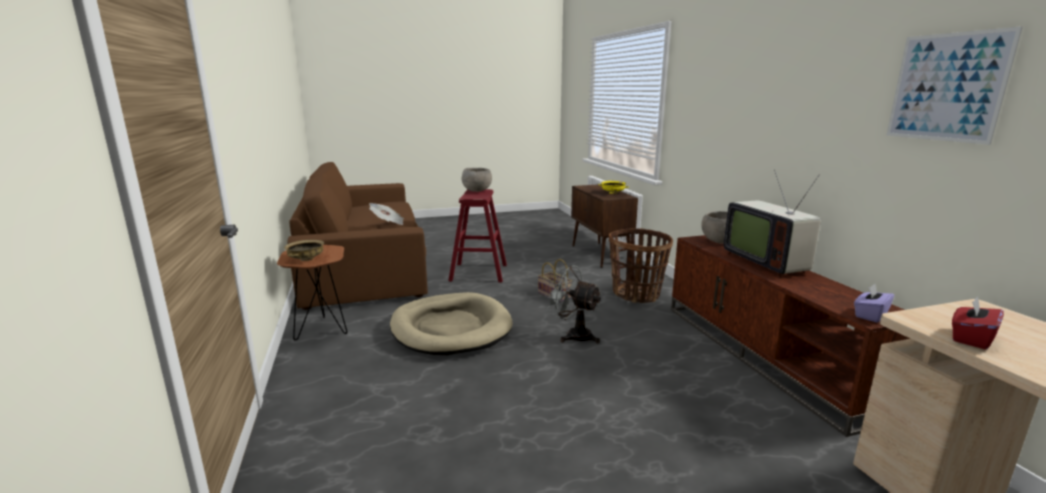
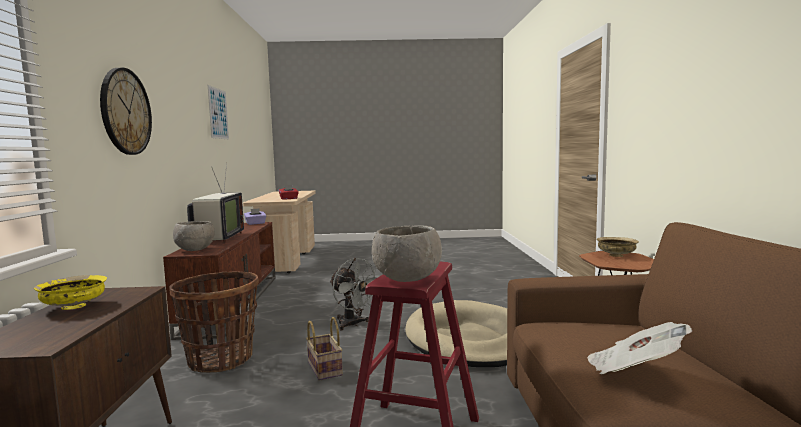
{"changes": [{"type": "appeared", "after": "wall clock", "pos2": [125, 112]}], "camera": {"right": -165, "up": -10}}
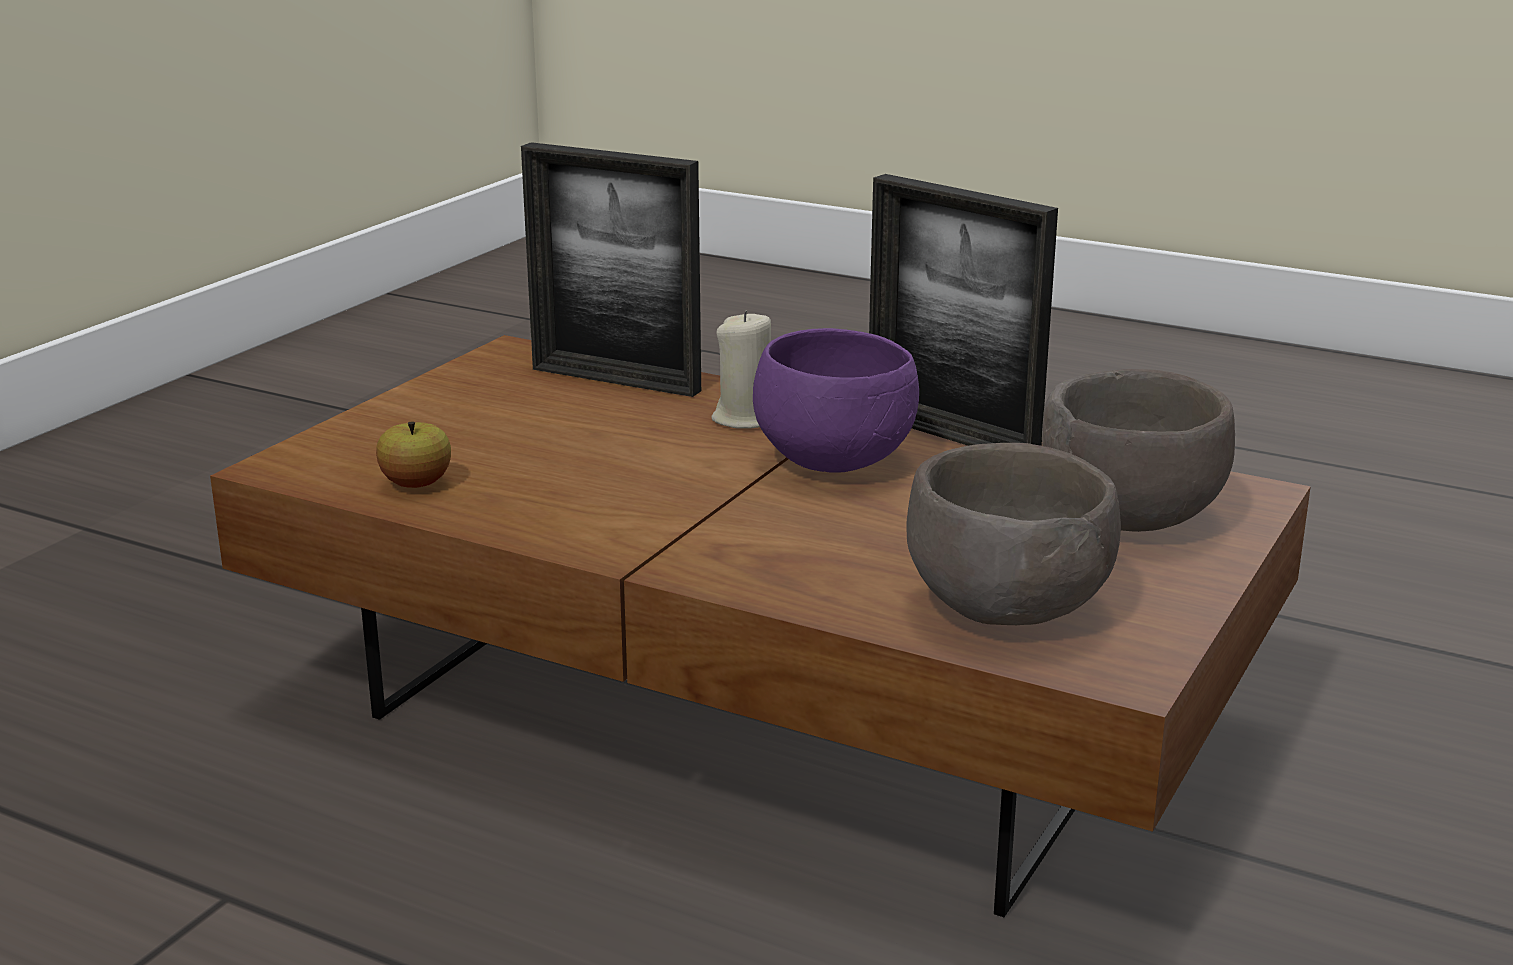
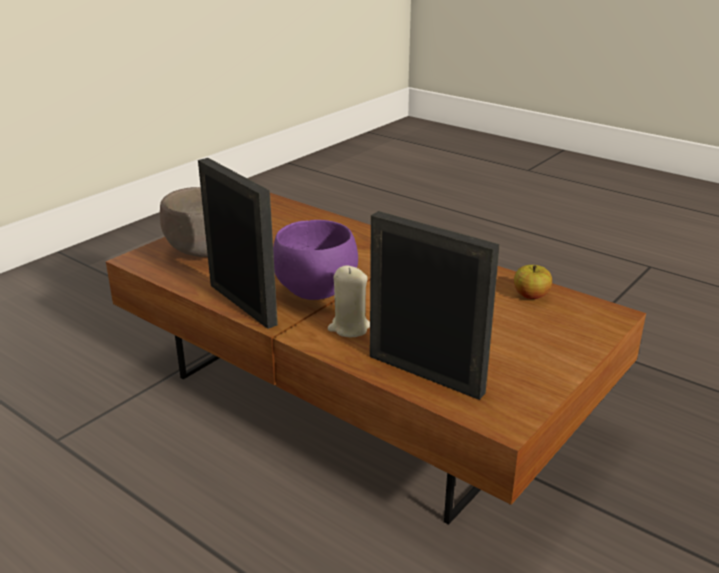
{"changes": [{"type": "missing", "before": "brown bowl", "pos1": [1005, 610]}], "camera": {"right": -170, "up": 5}}
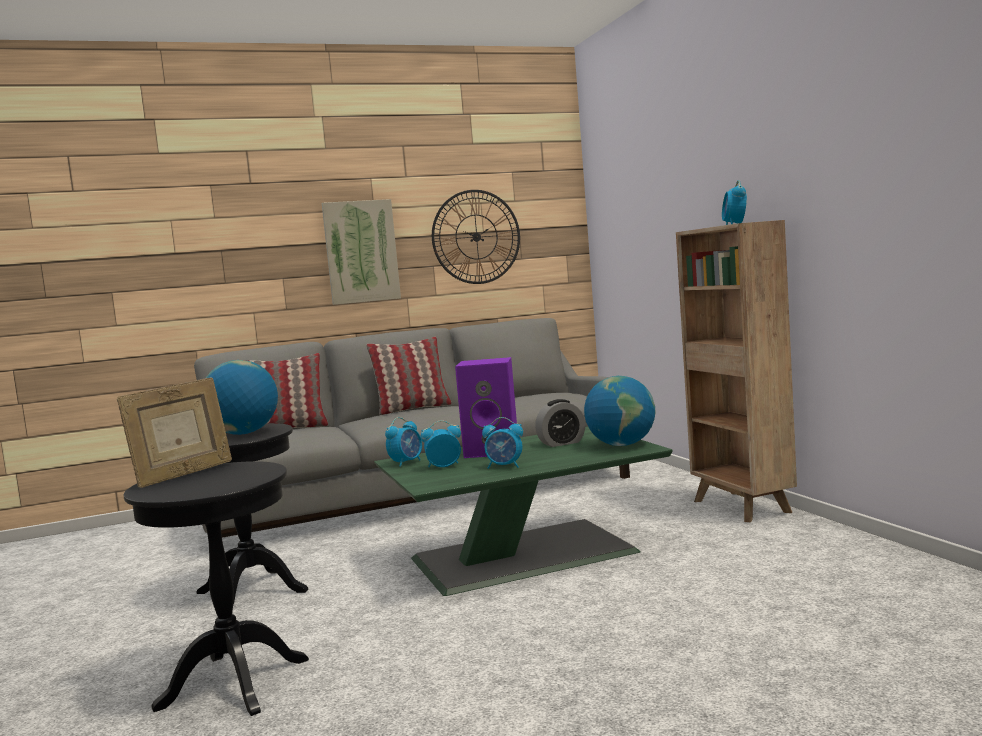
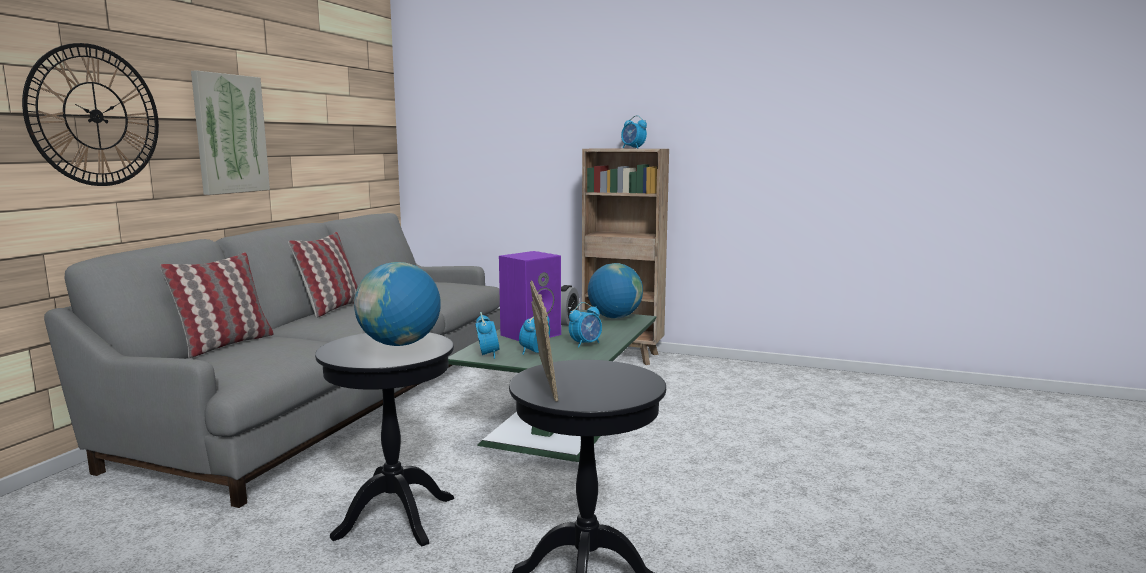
{"changes": [{"type": "relocated", "before": "wall clock", "pos1": [476, 237], "pos2": [96, 116]}], "camera": {"right": -50, "up": 5}}
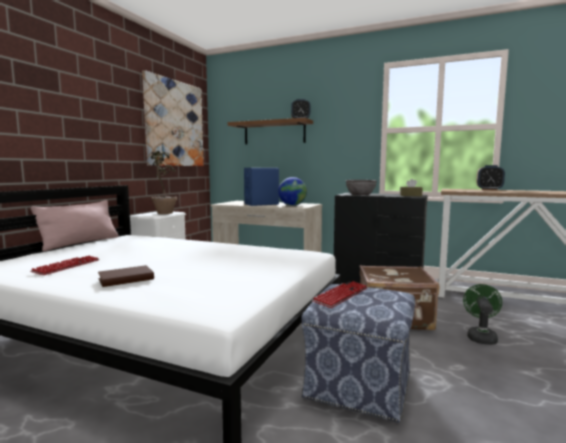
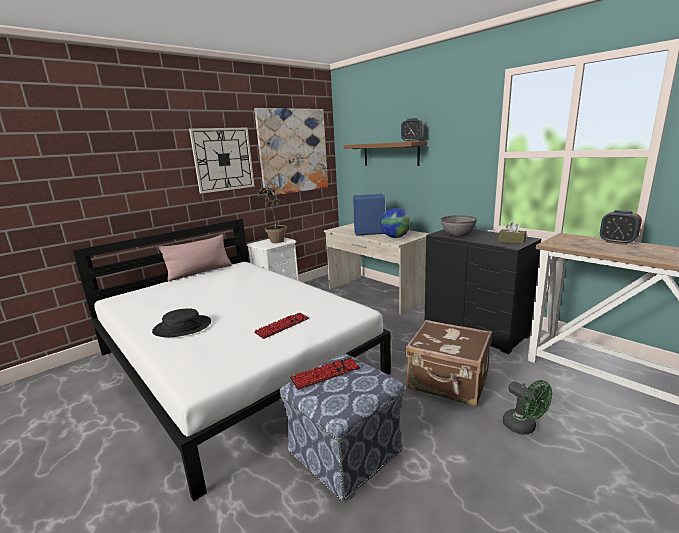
{"changes": [{"type": "exchanged", "before": "brown book", "after": "black hat", "pos1": [126, 279], "pos2": [182, 327]}, {"type": "appeared", "after": "wall clock", "pos2": [223, 159]}, {"type": "relocated", "before": "keyboard", "pos1": [67, 266], "pos2": [282, 326]}, {"type": "spun", "before": "green fan", "pos1": [481, 337], "pos2": [524, 427], "turn": 105}], "camera": {"right": 25, "up": 10}}
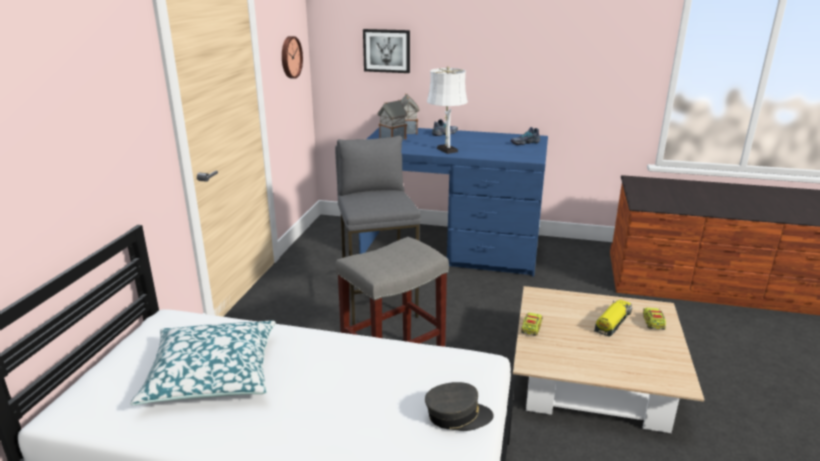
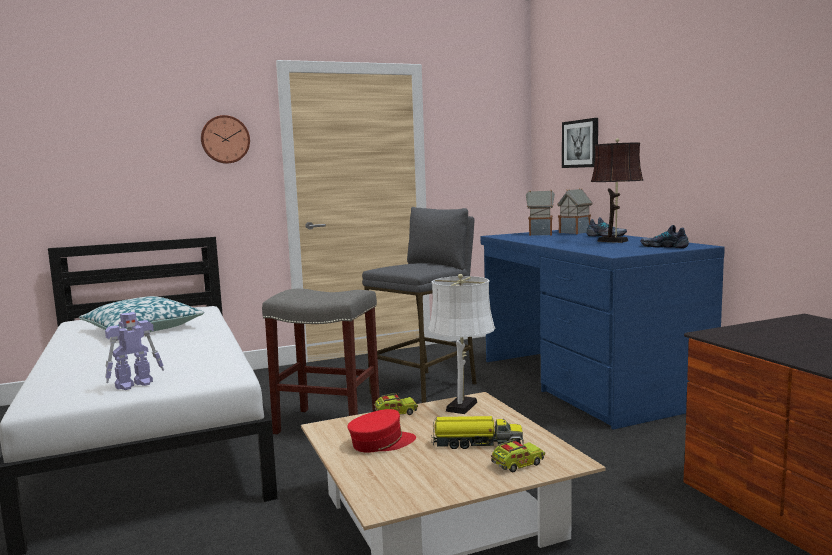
{"changes": [{"type": "exchanged", "before": "grey cap", "after": "toy robot", "pos1": [457, 416], "pos2": [135, 384]}, {"type": "relocated", "before": "wall clock", "pos1": [290, 57], "pos2": [225, 139]}, {"type": "appeared", "after": "red cap", "pos2": [381, 443]}, {"type": "relocated", "before": "white table lamp", "pos1": [446, 149], "pos2": [463, 405]}, {"type": "appeared", "after": "brown table lamp", "pos2": [615, 241]}], "camera": {"right": 55, "up": -15}}
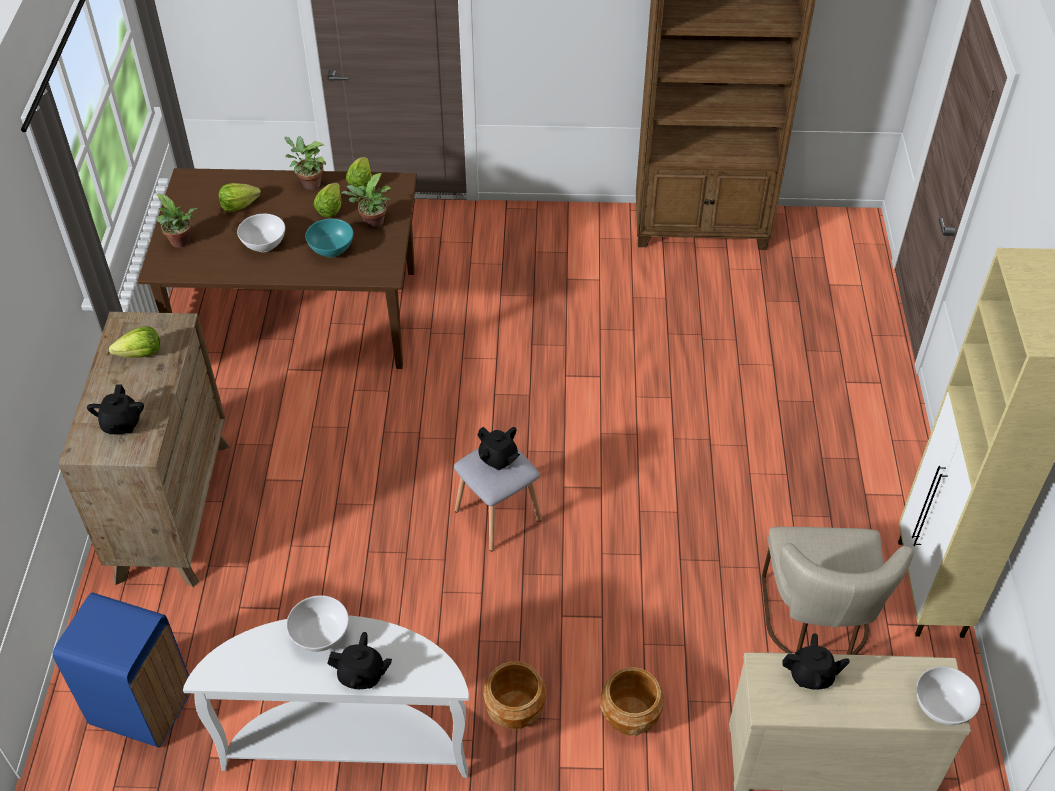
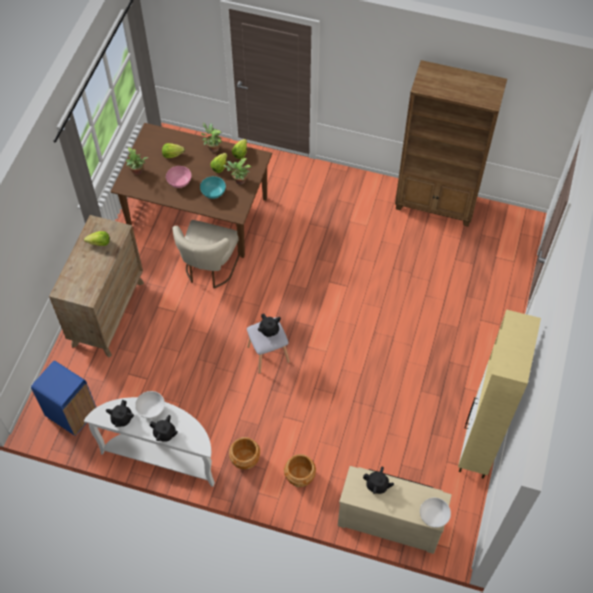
{"changes": [{"type": "relocated", "before": "black teapot", "pos1": [121, 424], "pos2": [121, 419]}, {"type": "colour", "before": "white bowl", "after": "pink bowl", "pos1": [264, 245], "pos2": [179, 182]}, {"type": "relocated", "before": "beige chair", "pos1": [816, 624], "pos2": [209, 269]}], "camera": {"right": 15, "up": 10}}
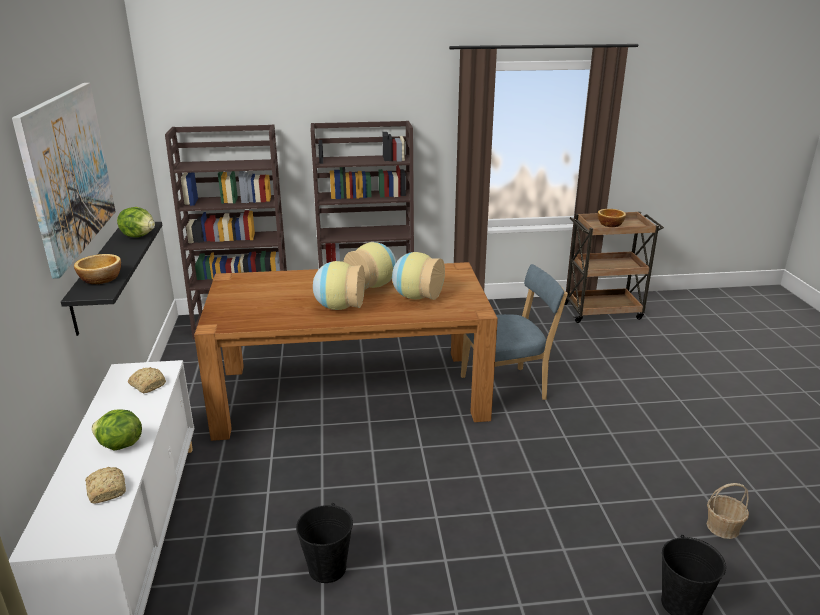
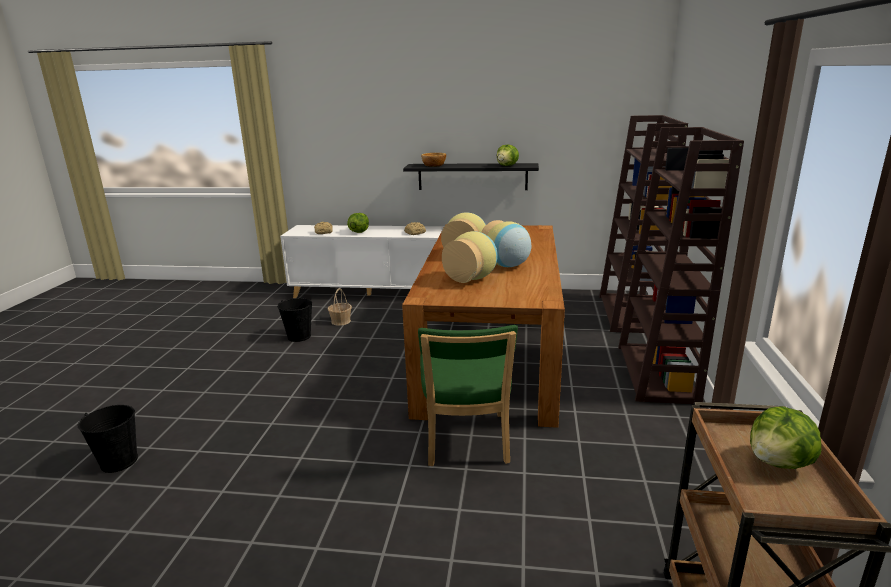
{"changes": [{"type": "relocated", "before": "basket", "pos1": [723, 527], "pos2": [340, 321]}, {"type": "colour", "before": "blue chair", "after": "green chair", "pos1": [507, 388], "pos2": [466, 443]}, {"type": "exchanged", "before": "bowl", "after": "lettuce", "pos1": [610, 224], "pos2": [779, 463]}, {"type": "missing", "before": "picture", "pos1": [68, 173]}], "camera": {"right": 105, "up": -5}}
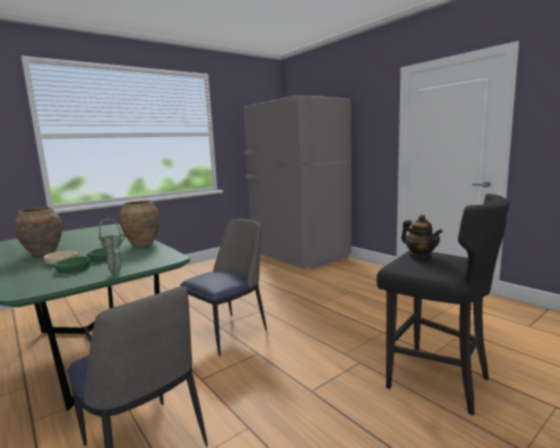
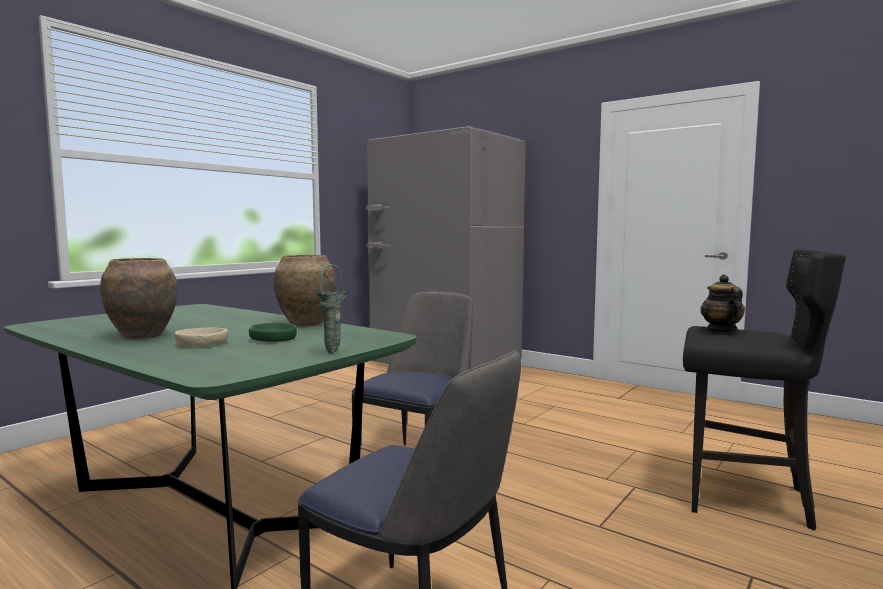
{"changes": [{"type": "spun", "before": "teapot", "pos1": [420, 256], "pos2": [721, 330], "turn": -135}, {"type": "missing", "before": "green bowl", "pos1": [73, 269]}], "camera": {"right": -15, "up": -5}}
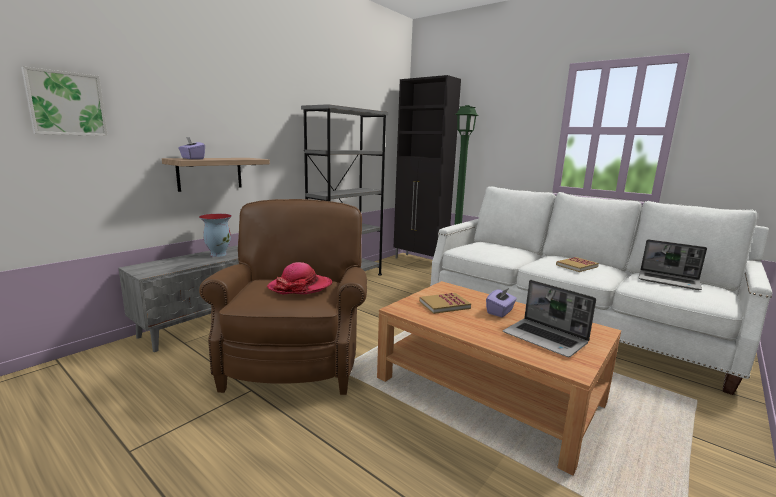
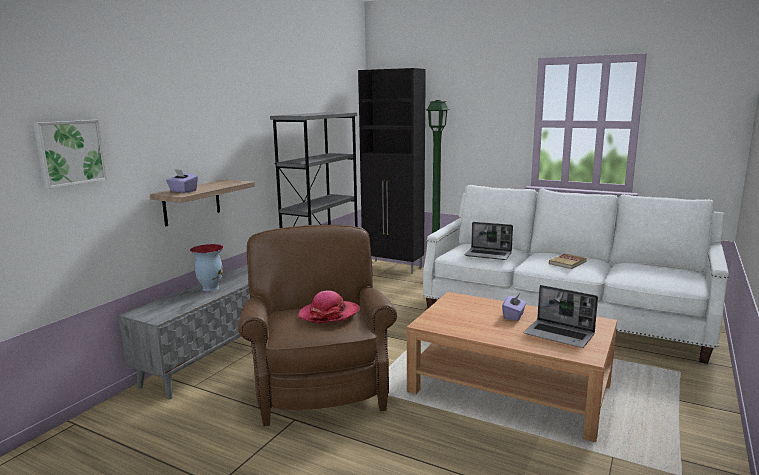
{"changes": [{"type": "relocated", "before": "laptop", "pos1": [669, 281], "pos2": [489, 255]}, {"type": "missing", "before": "book", "pos1": [444, 305]}], "camera": {"right": -10, "up": 0}}
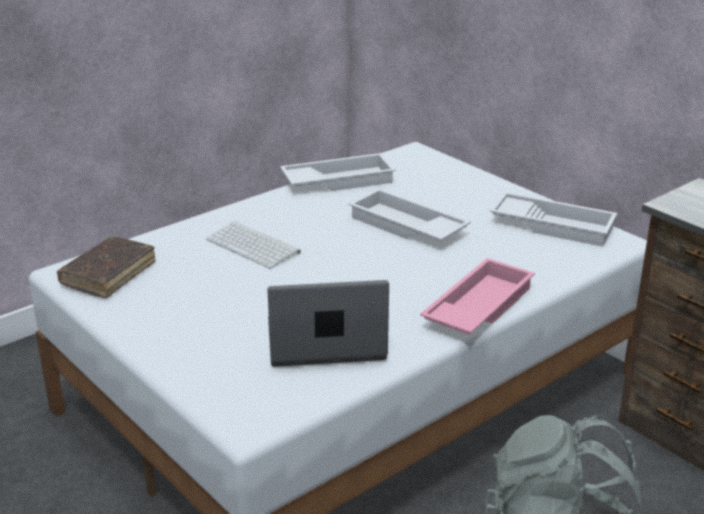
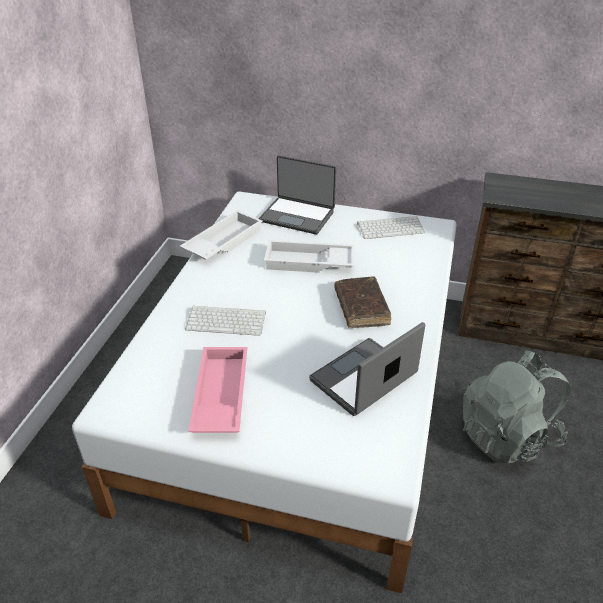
{"changes": [{"type": "relocated", "before": "pink tray", "pos1": [477, 307], "pos2": [219, 395]}, {"type": "appeared", "after": "laptop", "pos2": [297, 216]}, {"type": "relocated", "before": "brown book", "pos1": [108, 275], "pos2": [361, 308]}, {"type": "exchanged", "before": "white tray", "after": "keyboard", "pos1": [553, 225], "pos2": [391, 227]}], "camera": {"right": -35, "up": 10}}
